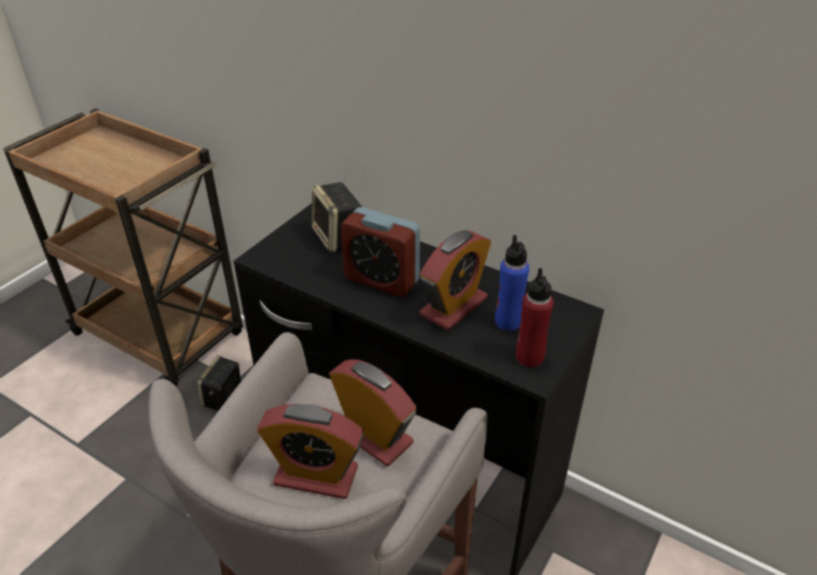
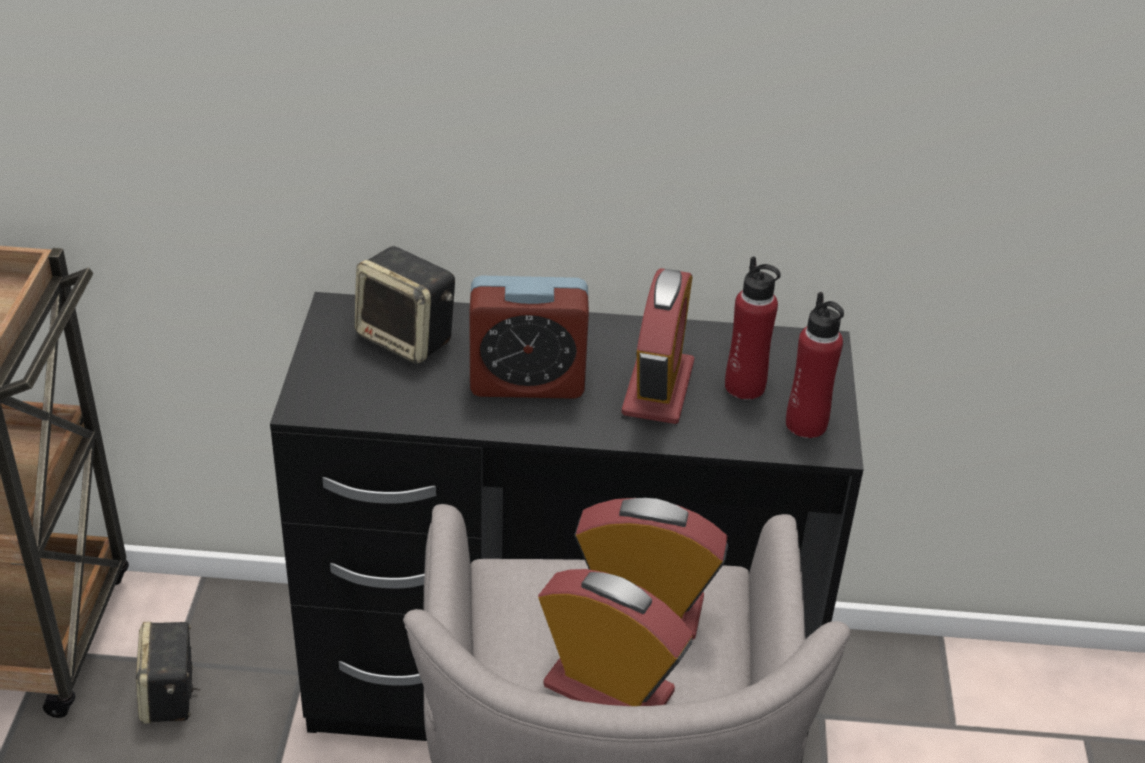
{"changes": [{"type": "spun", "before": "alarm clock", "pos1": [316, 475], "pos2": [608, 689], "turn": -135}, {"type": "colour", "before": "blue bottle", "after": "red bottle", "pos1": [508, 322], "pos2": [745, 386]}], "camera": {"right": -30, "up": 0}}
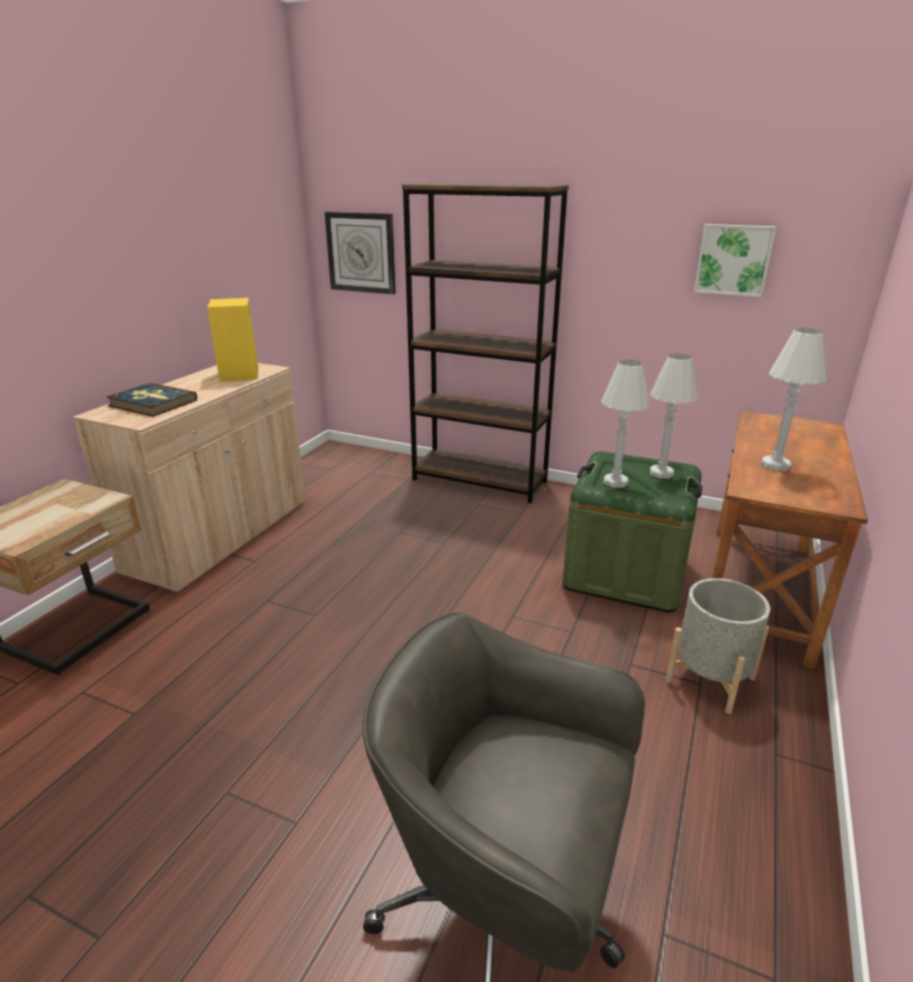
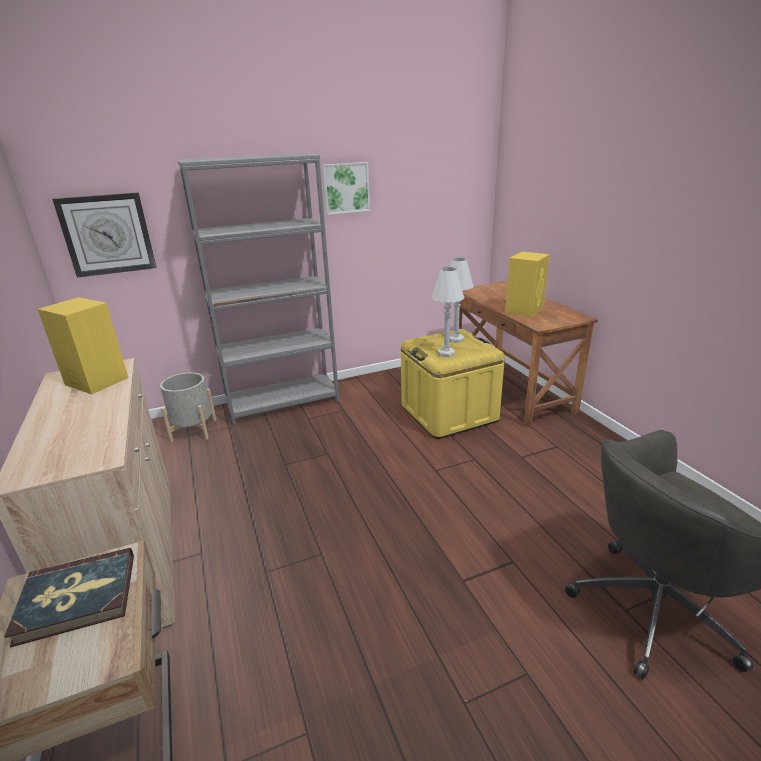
{"changes": [{"type": "relocated", "before": "book", "pos1": [152, 403], "pos2": [77, 598]}, {"type": "relocated", "before": "grey planter", "pos1": [710, 680], "pos2": [194, 430]}, {"type": "colour", "before": "brown bookcase", "after": "grey bookcase", "pos1": [480, 480], "pos2": [283, 402]}, {"type": "relocated", "before": "picture", "pos1": [733, 260], "pos2": [345, 188]}, {"type": "colour", "before": "green storage box", "after": "yellow storage box", "pos1": [625, 573], "pos2": [449, 413]}, {"type": "exchanged", "before": "white table lamp", "after": "yellow speaker", "pos1": [775, 465], "pos2": [524, 310]}], "camera": {"right": -45, "up": 0}}
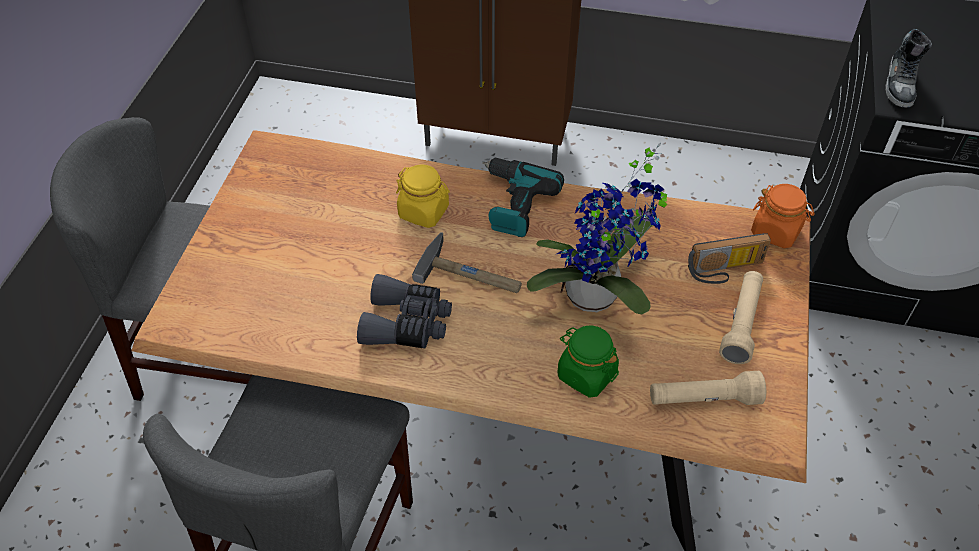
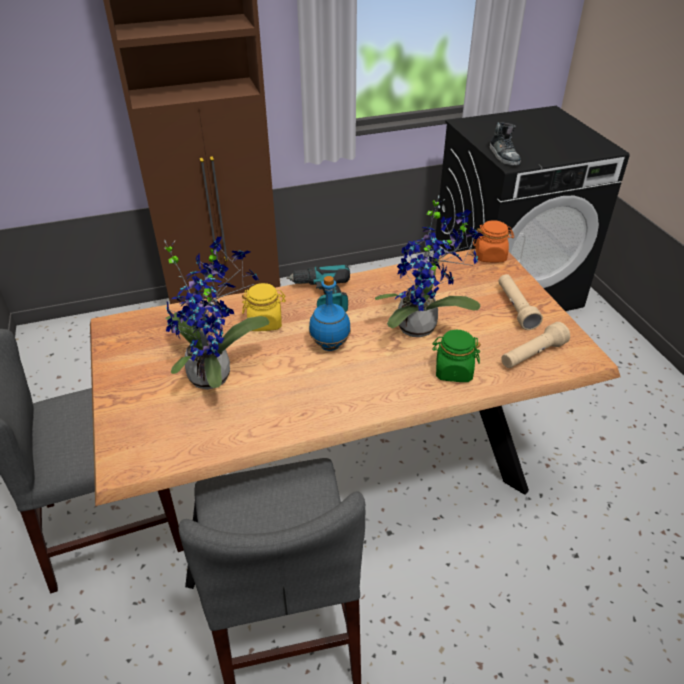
{"changes": [{"type": "appeared", "after": "potted plant", "pos2": [214, 374]}, {"type": "exchanged", "before": "hammer", "after": "blue bottle", "pos1": [471, 274], "pos2": [329, 345]}, {"type": "missing", "before": "grey binoculars", "pos1": [407, 323]}, {"type": "missing", "before": "radio", "pos1": [725, 271]}], "camera": {"right": -30, "up": -10}}
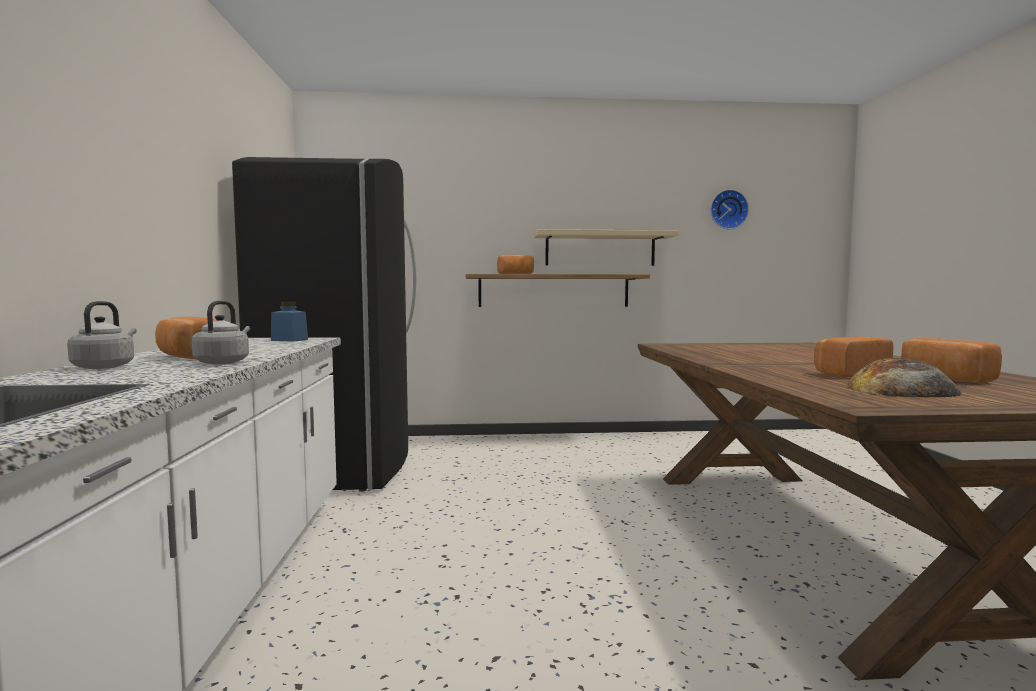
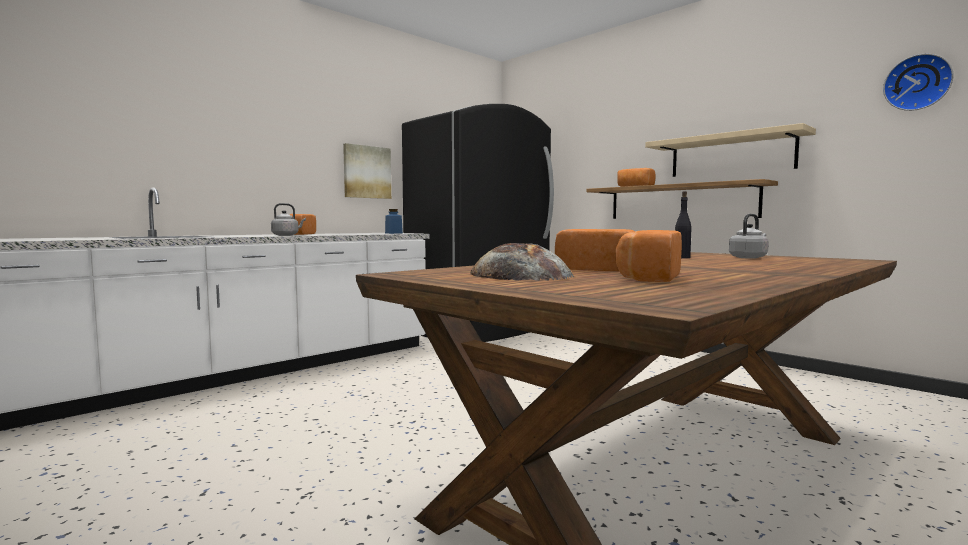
{"changes": [{"type": "appeared", "after": "picture", "pos2": [366, 172]}, {"type": "appeared", "after": "black bottle", "pos2": [681, 257]}, {"type": "relocated", "before": "grey kettle", "pos1": [105, 366], "pos2": [749, 257]}], "camera": {"right": 50, "up": 0}}
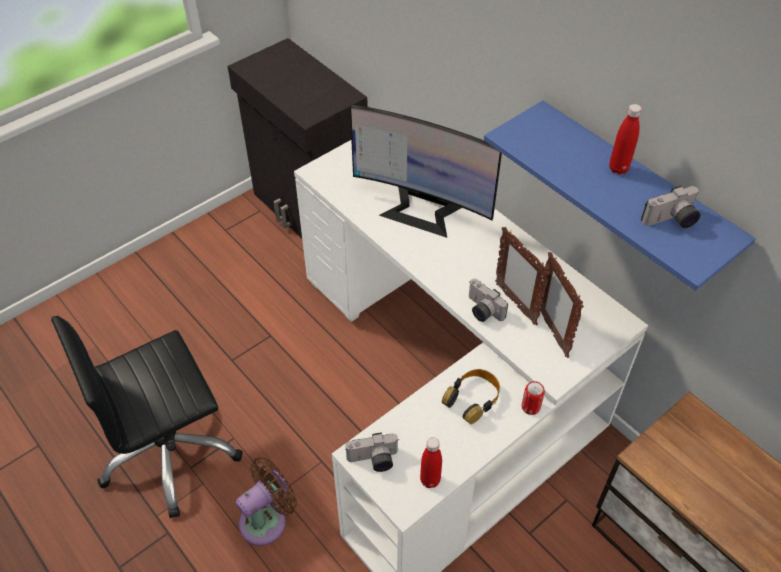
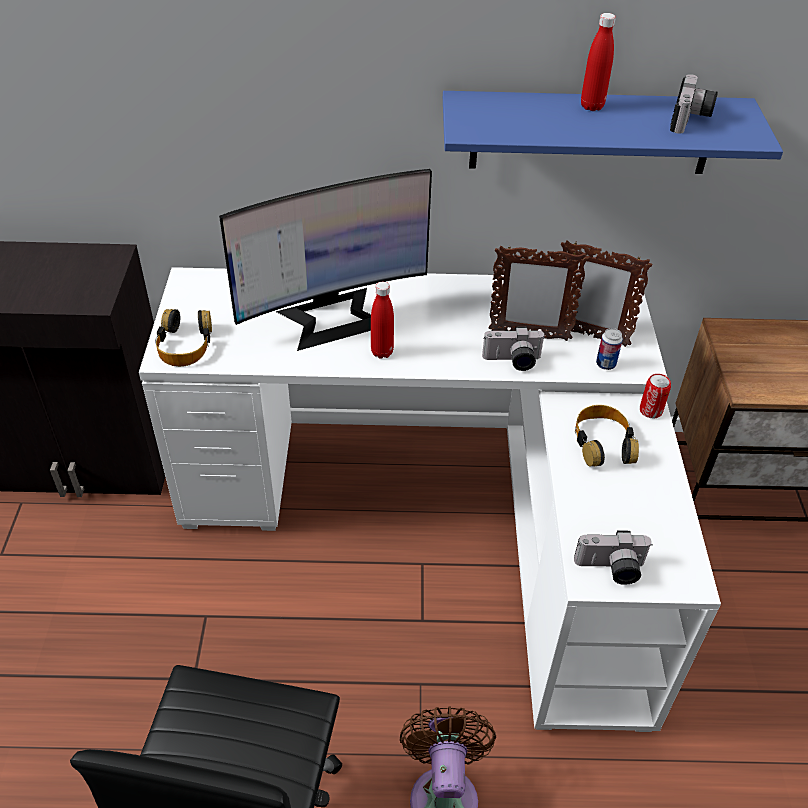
{"changes": [{"type": "appeared", "after": "headphones", "pos2": [185, 344]}, {"type": "relocated", "before": "red bottle", "pos1": [430, 480], "pos2": [382, 352]}, {"type": "spun", "before": "photo camera", "pos1": [373, 461], "pos2": [611, 569], "turn": 60}, {"type": "appeared", "after": "can", "pos2": [605, 364]}], "camera": {"right": -50, "up": -5}}
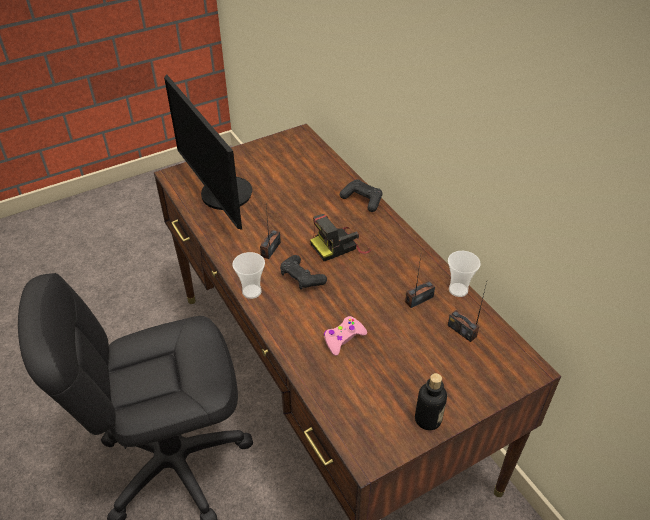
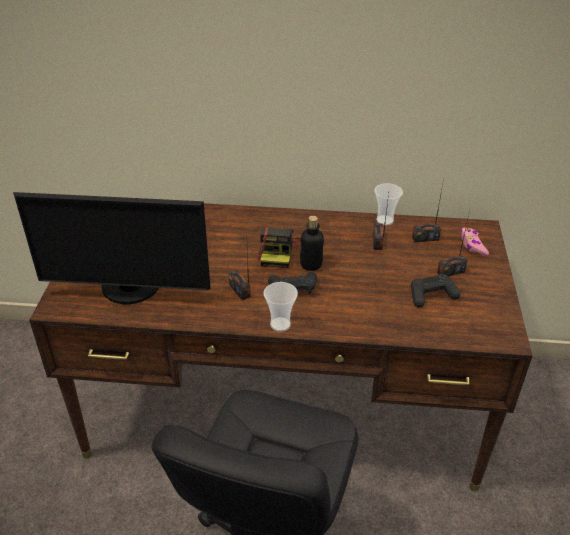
{"changes": [{"type": "relocated", "before": "bottle", "pos1": [428, 419], "pos2": [311, 264]}, {"type": "relocated", "before": "black game controller", "pos1": [362, 200], "pos2": [431, 296]}, {"type": "appeared", "after": "radio", "pos2": [450, 272]}, {"type": "relocated", "before": "pink game controller", "pos1": [343, 338], "pos2": [472, 245]}], "camera": {"right": -55, "up": -5}}
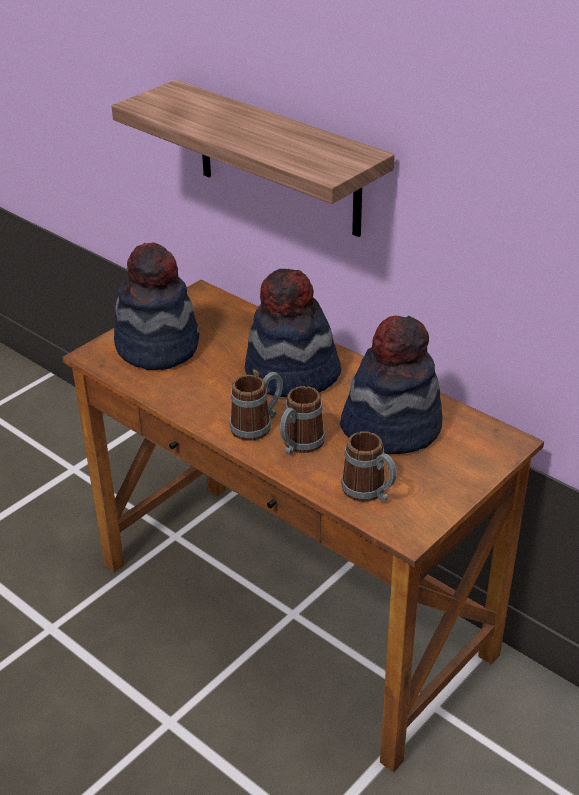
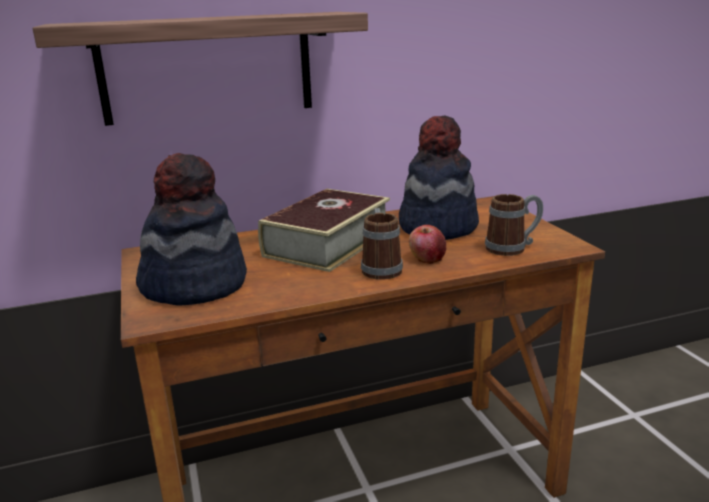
{"changes": [{"type": "exchanged", "before": "hat", "after": "book", "pos1": [292, 376], "pos2": [328, 243]}, {"type": "exchanged", "before": "mug", "after": "apple", "pos1": [299, 445], "pos2": [427, 258]}], "camera": {"right": -60, "up": -15}}
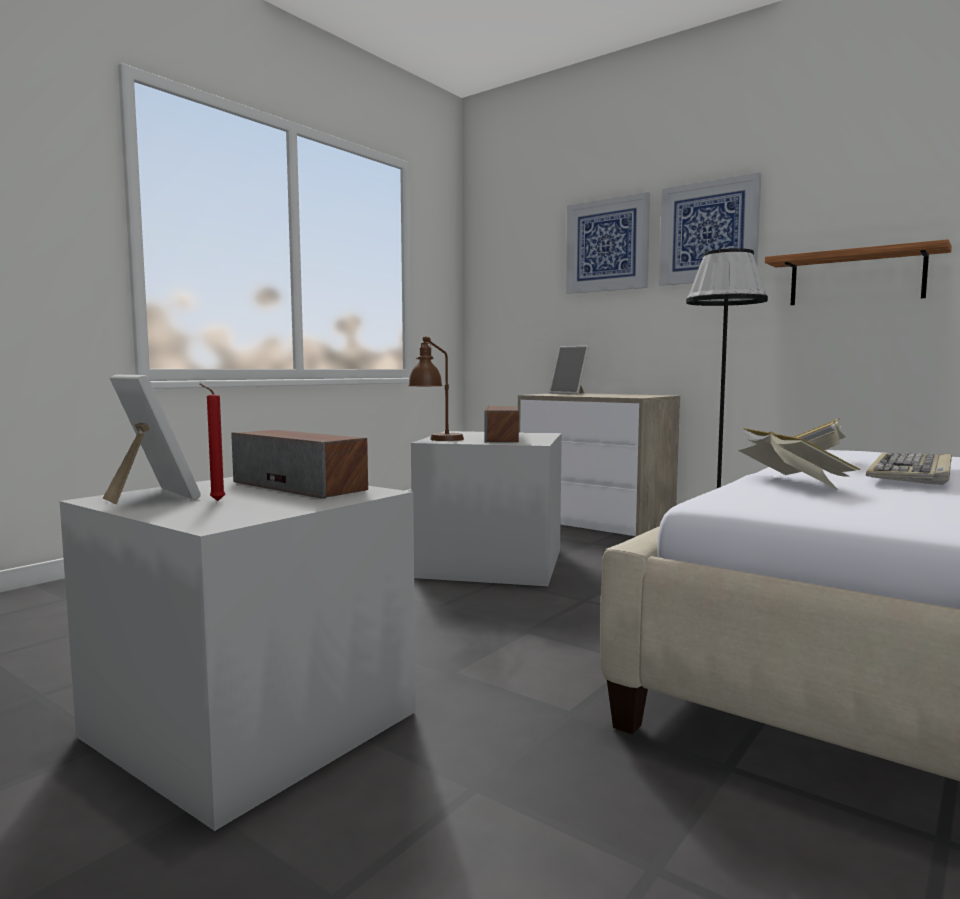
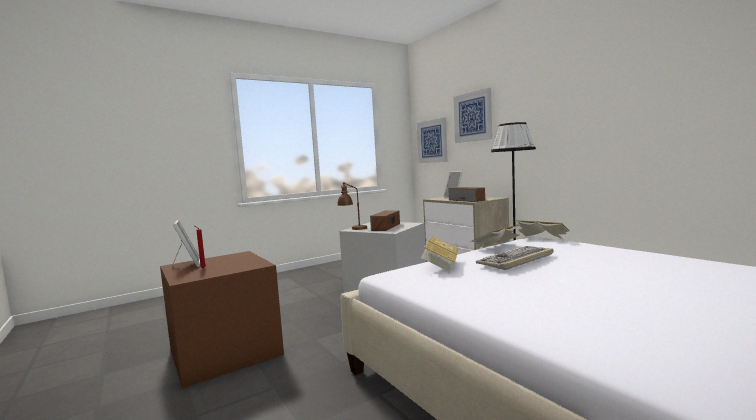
{"changes": [{"type": "colour", "before": "grey storage box", "after": "brown storage box", "pos1": [246, 724], "pos2": [223, 352]}, {"type": "relocated", "before": "picture", "pos1": [708, 232], "pos2": [432, 141]}, {"type": "relocated", "before": "speaker", "pos1": [299, 486], "pos2": [466, 200]}, {"type": "appeared", "after": "book", "pos2": [541, 239]}, {"type": "missing", "before": "shelf", "pos1": [856, 278]}], "camera": {"right": 20, "up": 0}}
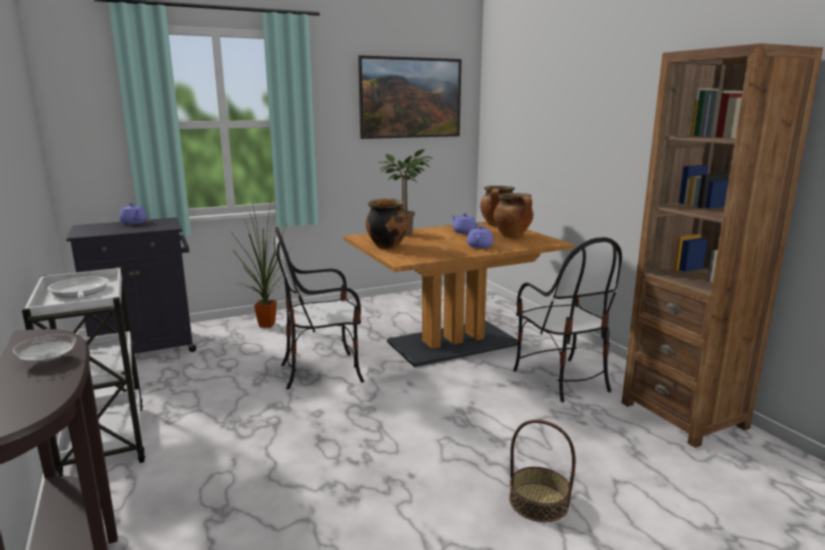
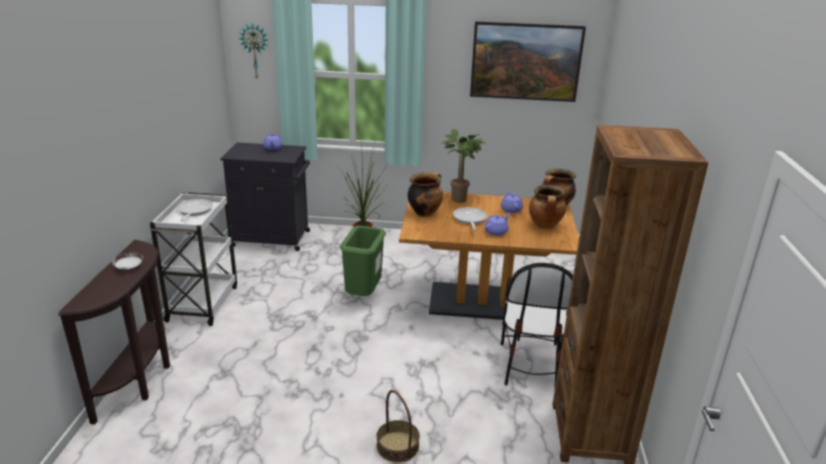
{"changes": [{"type": "appeared", "after": "wall clock", "pos2": [255, 51]}, {"type": "exchanged", "before": "chair", "after": "green trash can", "pos1": [323, 371], "pos2": [363, 296]}, {"type": "appeared", "after": "frying pan", "pos2": [469, 220]}], "camera": {"right": 30, "up": 10}}
